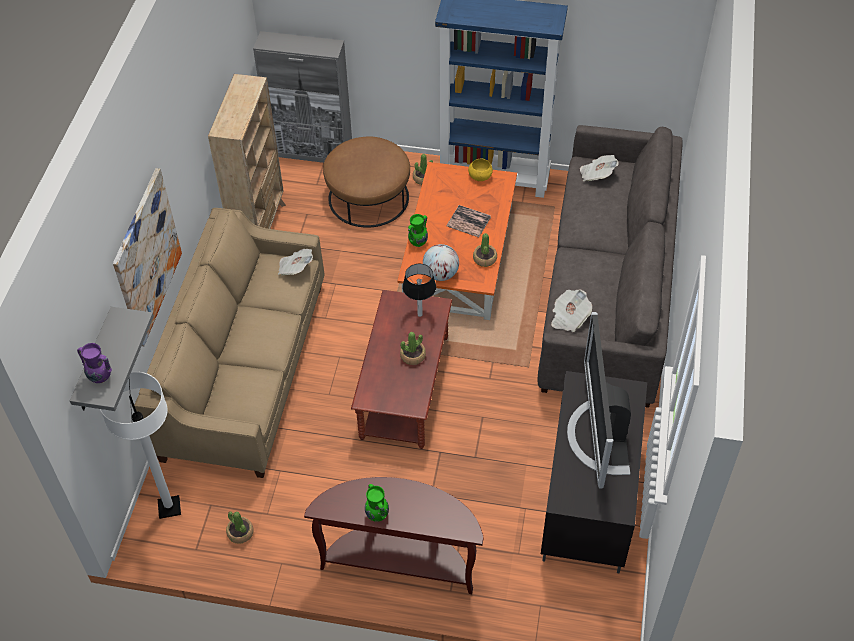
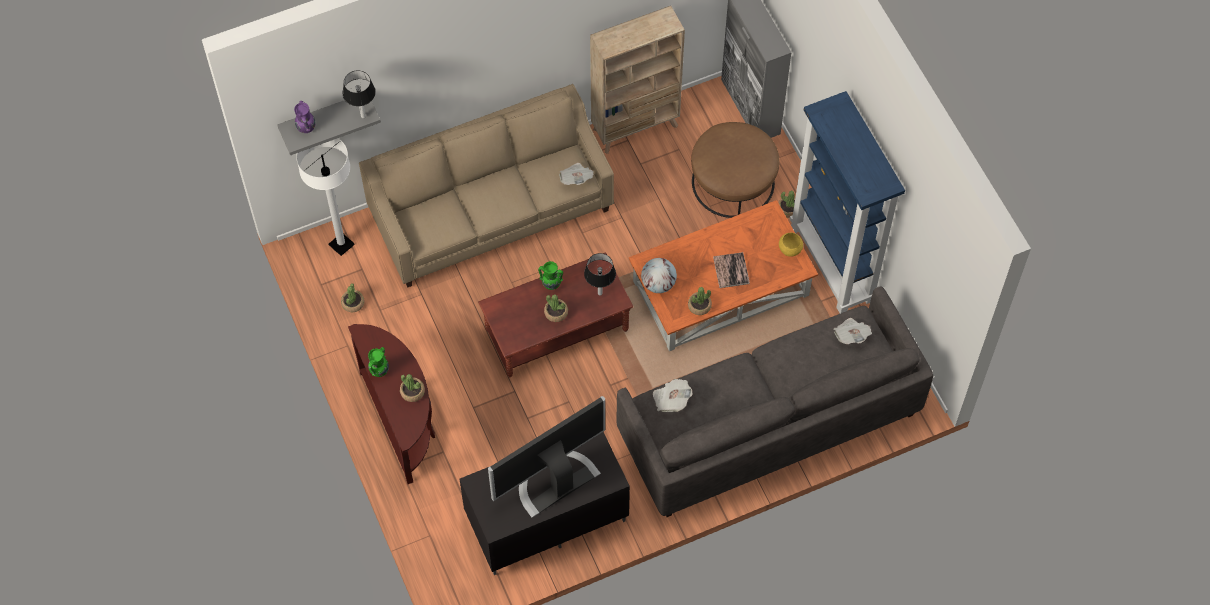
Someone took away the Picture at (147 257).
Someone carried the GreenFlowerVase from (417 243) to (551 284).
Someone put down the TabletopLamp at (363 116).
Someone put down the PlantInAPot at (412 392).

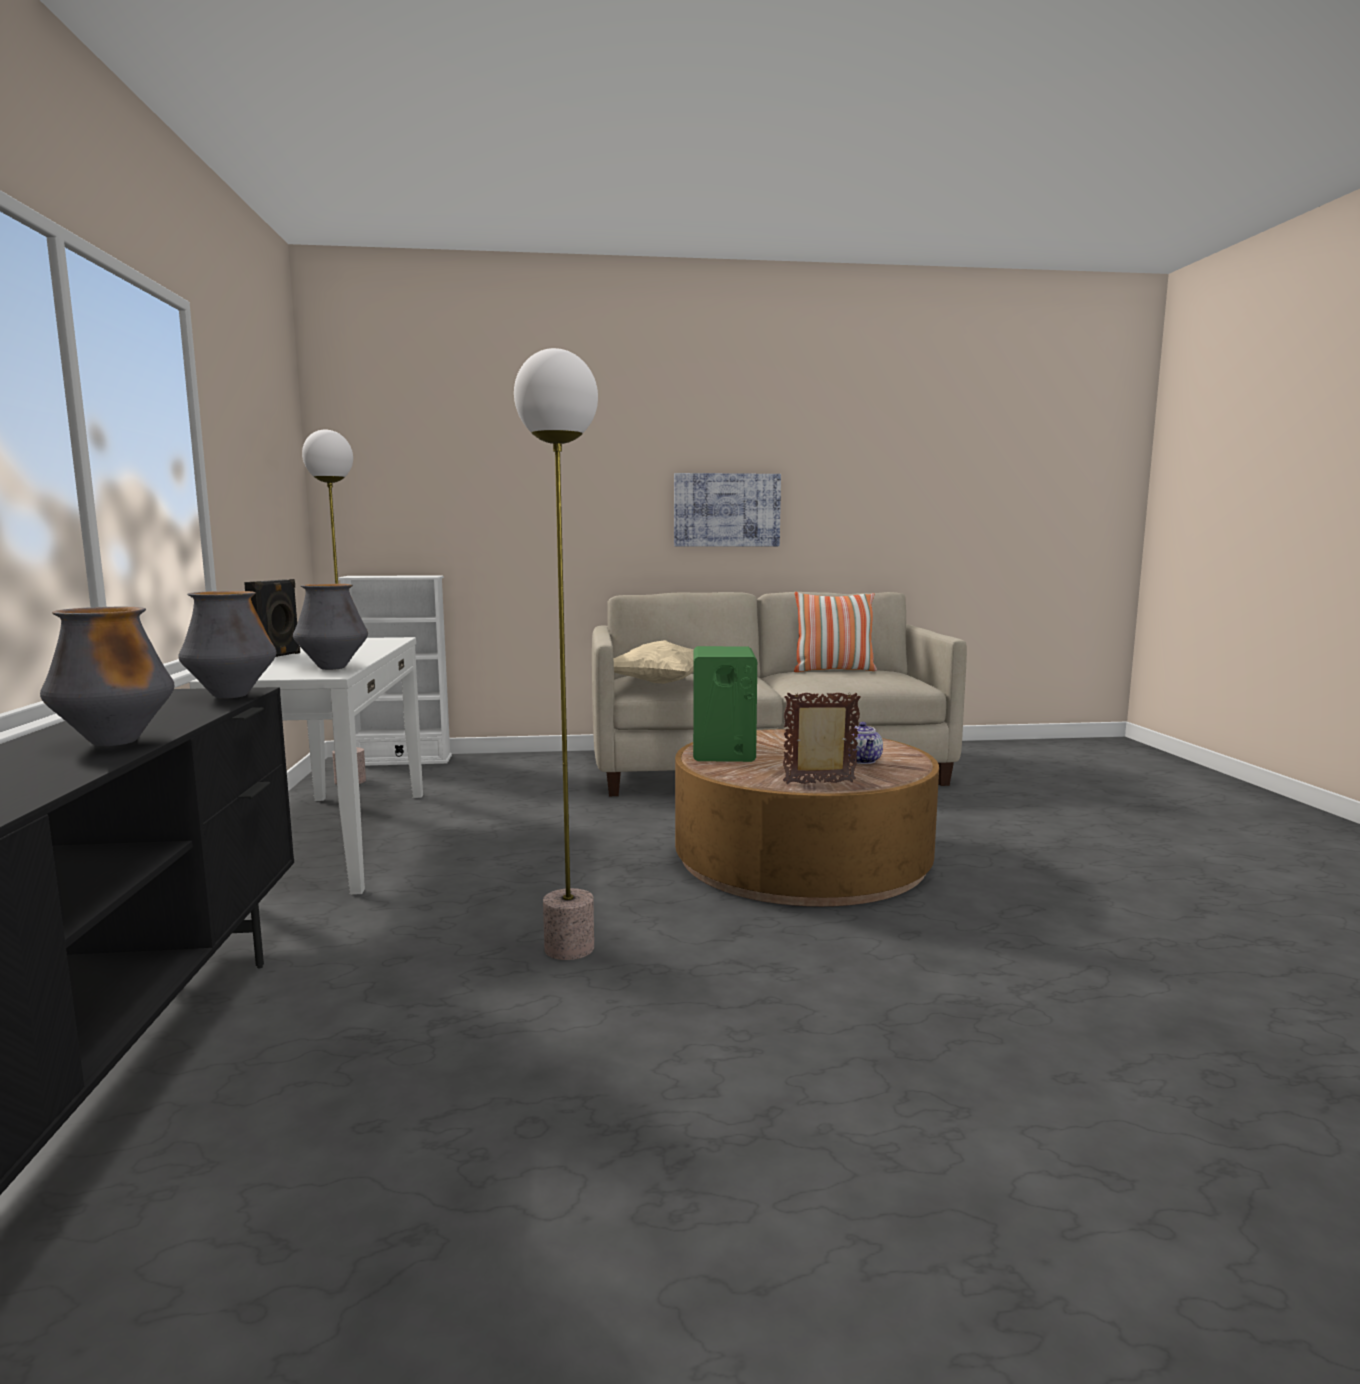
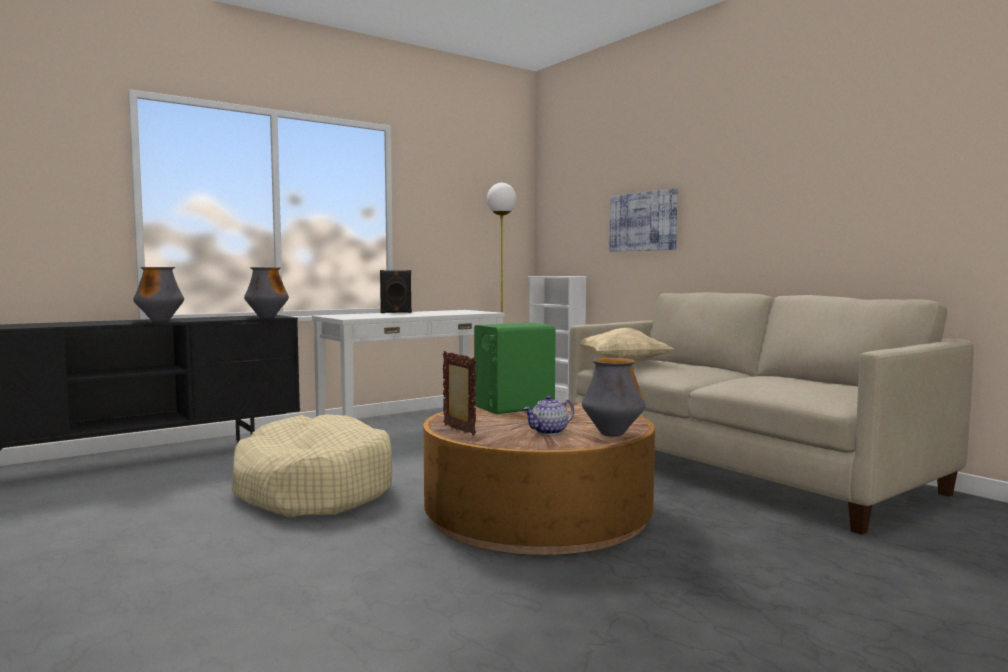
Someone swapped the FloorLamp at (569 948) for the BeigeColouredPetBed at (313 489).
Someone carried the Picture from (726 510) to (643 221).
Someone carried the FlowerVase from (333 668) to (612 434).
Someone took away the ThrowPillow at (833 670).

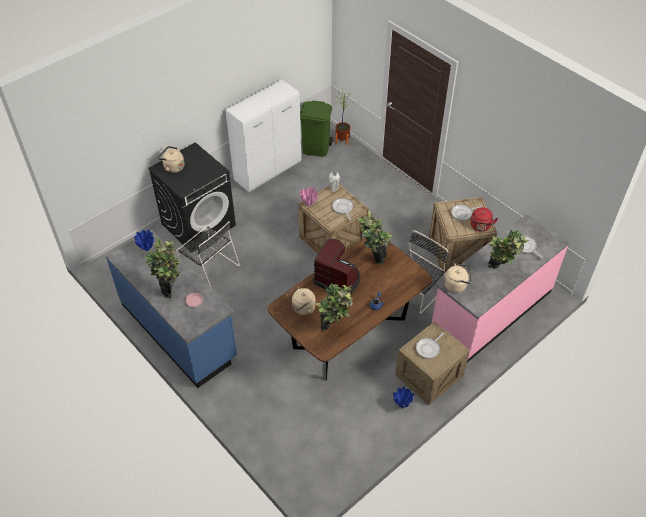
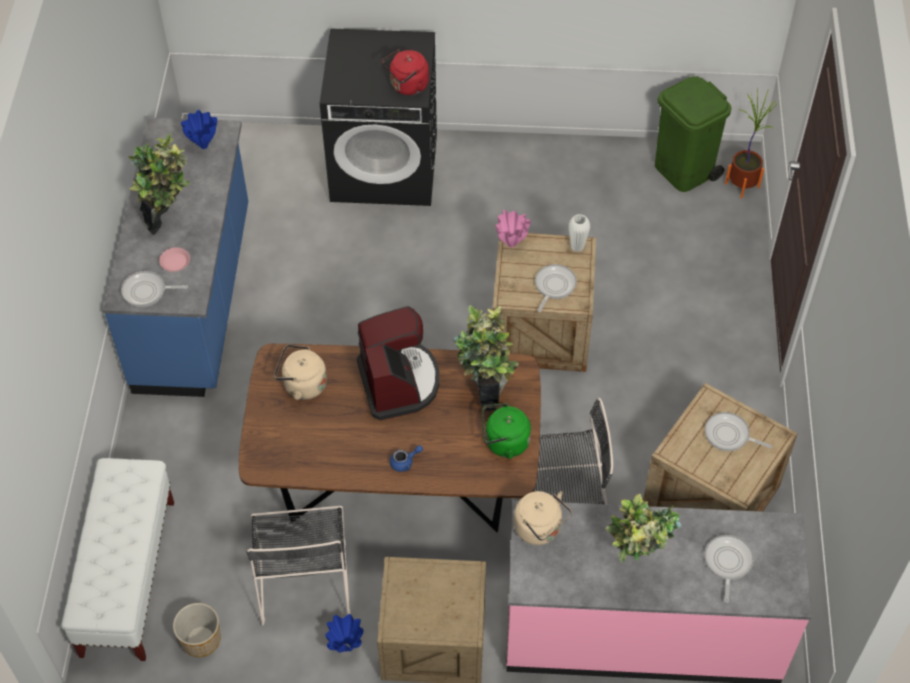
Someone took away the WhiteColouredCabinet at (268 171).
Someone took away the BeigeColouredKettle at (173 167).
Someone carried the ReddishKettle from (480 227) to (407 86).
Someone carried the BlackishPlainChair from (209 267) to (303 577).
Someone took away the PlantInAPot at (334 327).
Someone carried the Pan from (429 348) to (147 292).
Someone put down the GreenKettle at (504 443).
Someone put down the WhiteColouredIndoorBench at (128 577).
Someone put down the FlowerPot at (200 640).

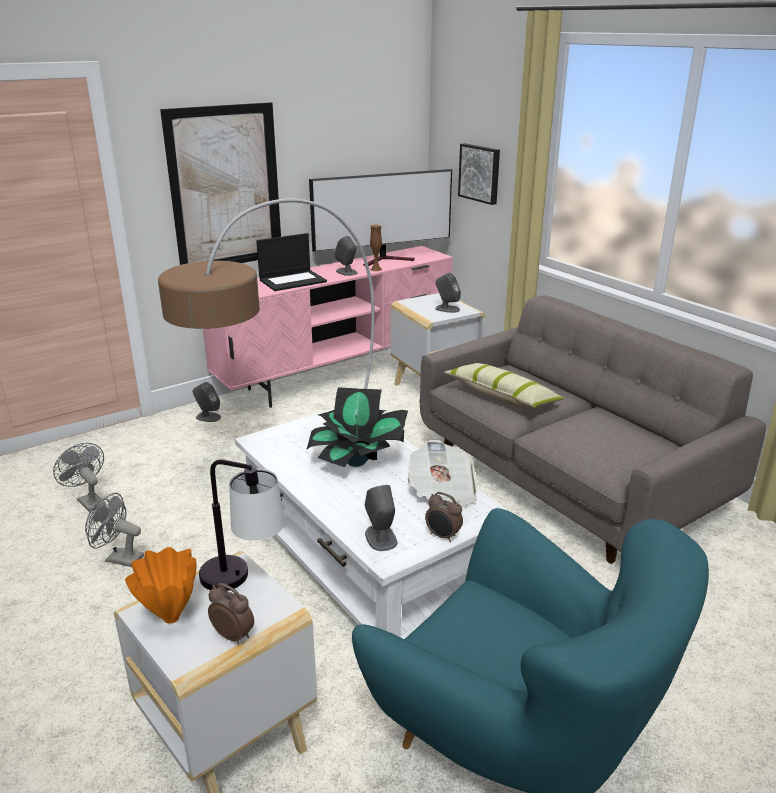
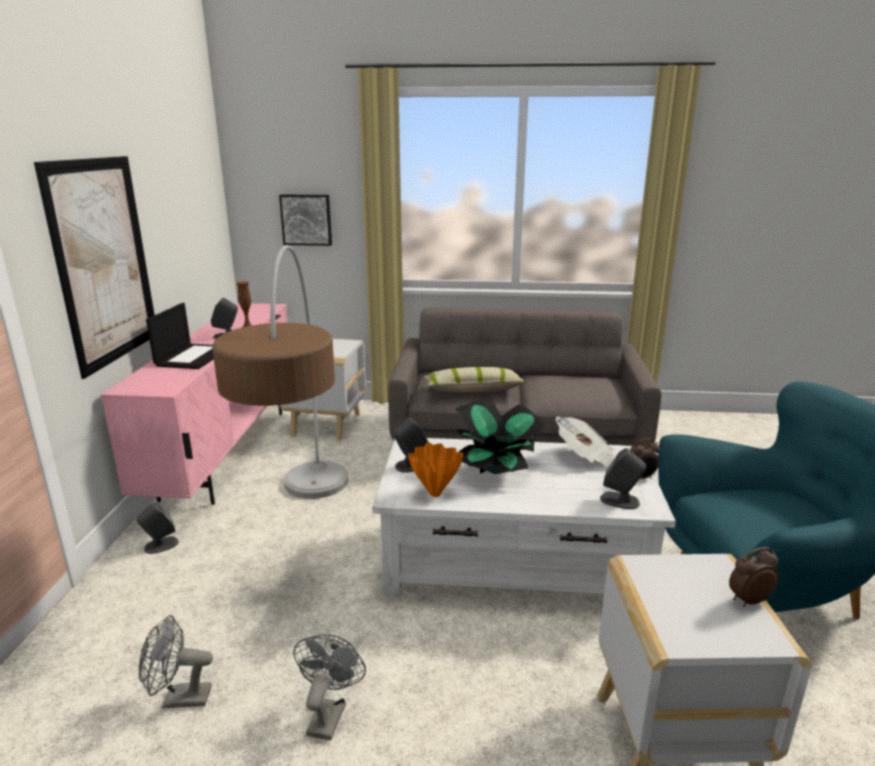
Someone took away the Tv at (387 260).
Someone carried the GreyLoudspeaker from (447 309) to (411 465).
Someone took away the TabletopLamp at (244 582).
Someone rotated the GreyElectricFan at (119 558) by 135 degrees clockwise.
Someone carried the OrangeyFlowerVase from (171 617) to (434 494).

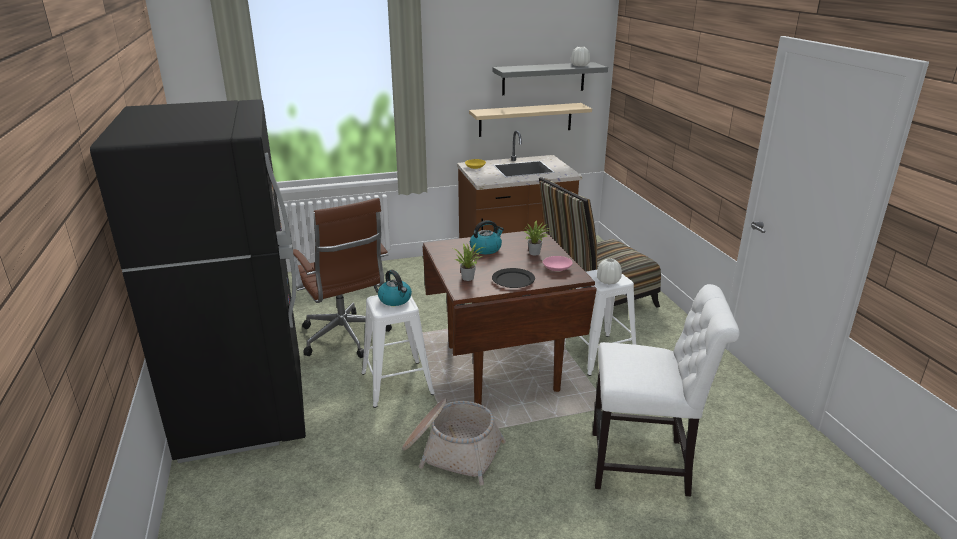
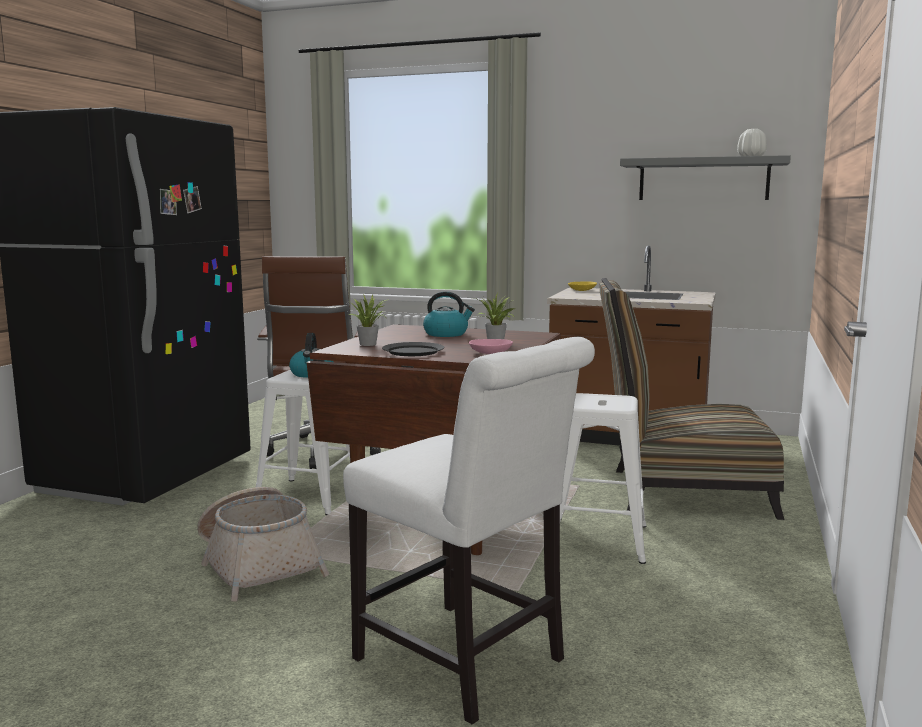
Someone took away the BeigeColouredBracketShelf at (525 119).
Someone took away the WhiteColouredFlowerVase at (608 281).

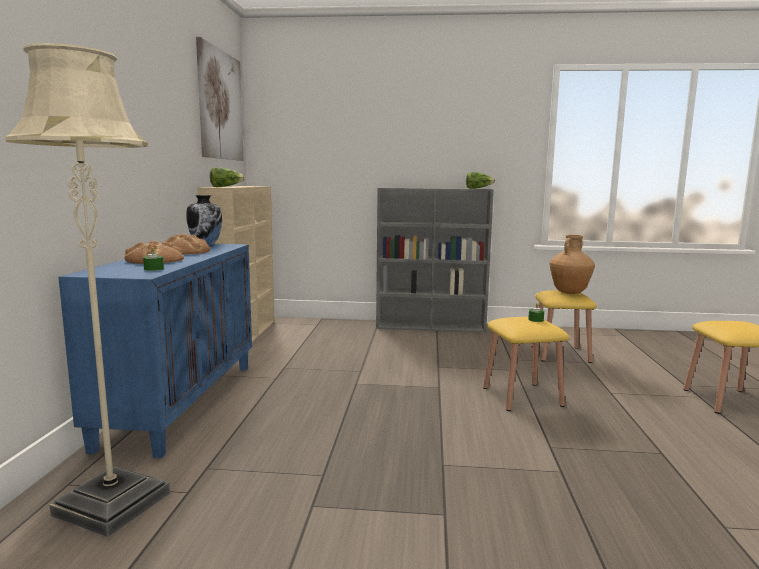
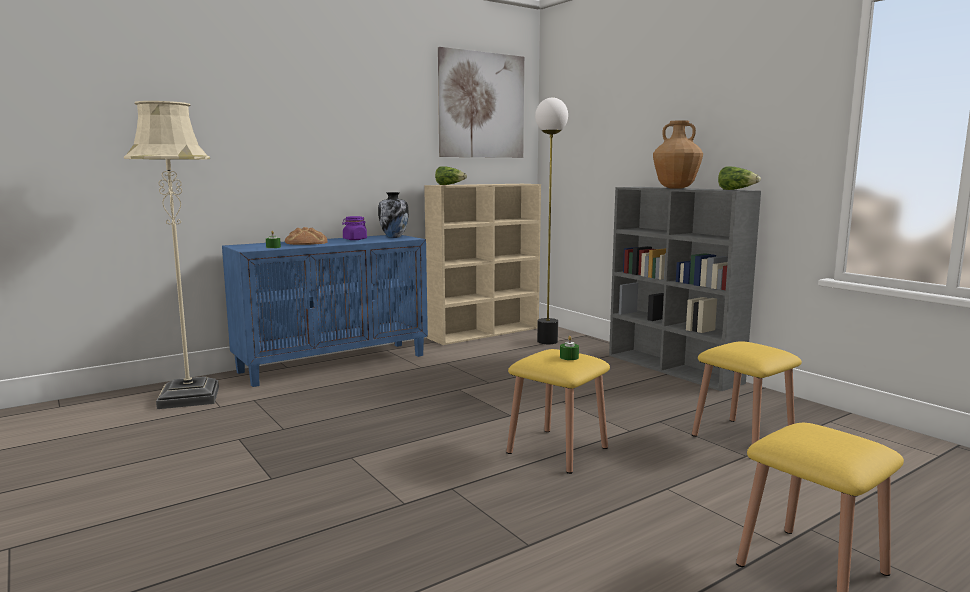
Someone swapped the Bread at (185 251) for the PurplishStorageJar at (354 239).
Someone carried the BrownFlowerVase from (569 293) to (675 188).
Someone put down the FloorLamp at (547 341).

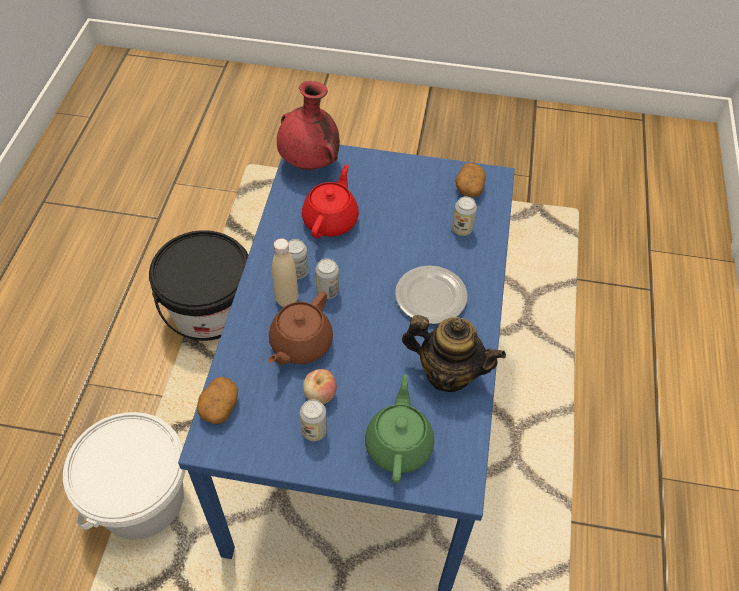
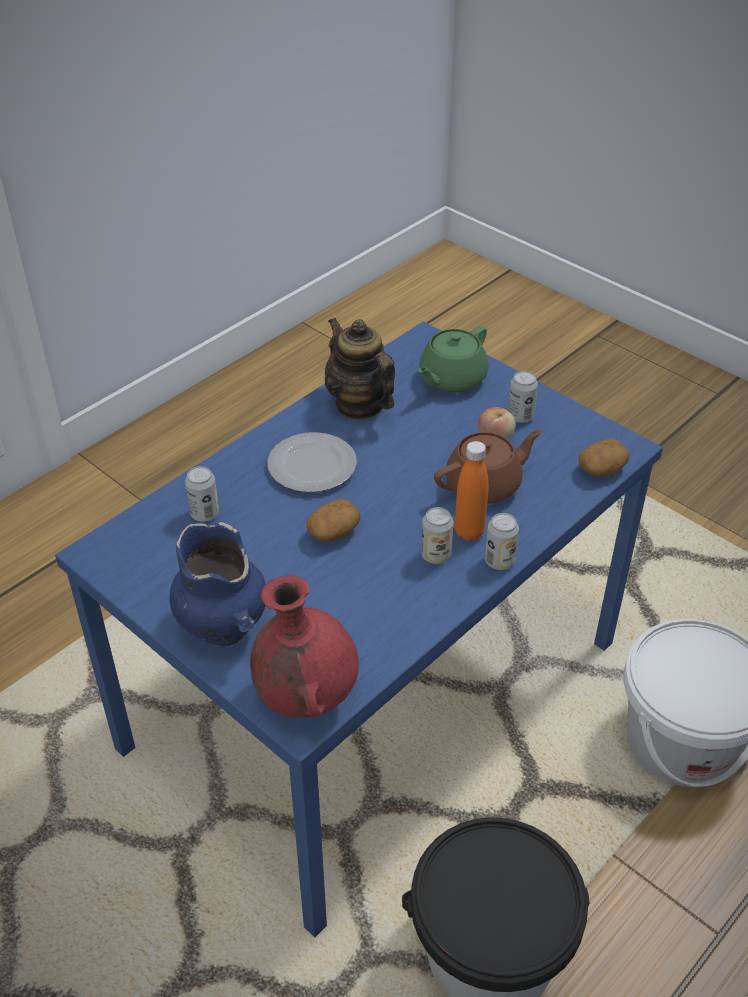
Someone carried the Spud from (469 187) to (333 532).
Someone took away the ReddishPotForTea at (331 220).
Someone repainted the BeigeColouredBeverageBottle at (287 299), which became the OrangeyBeverageBottle at (469 532).
Someone carried the Can from (327 291) to (499 561).
Someone put down the BlueColouredFlowerVase at (224 629).

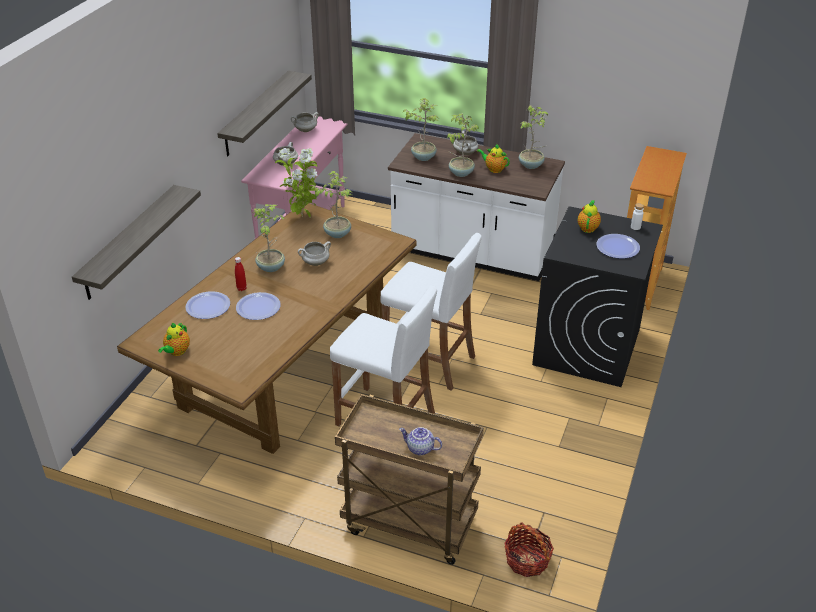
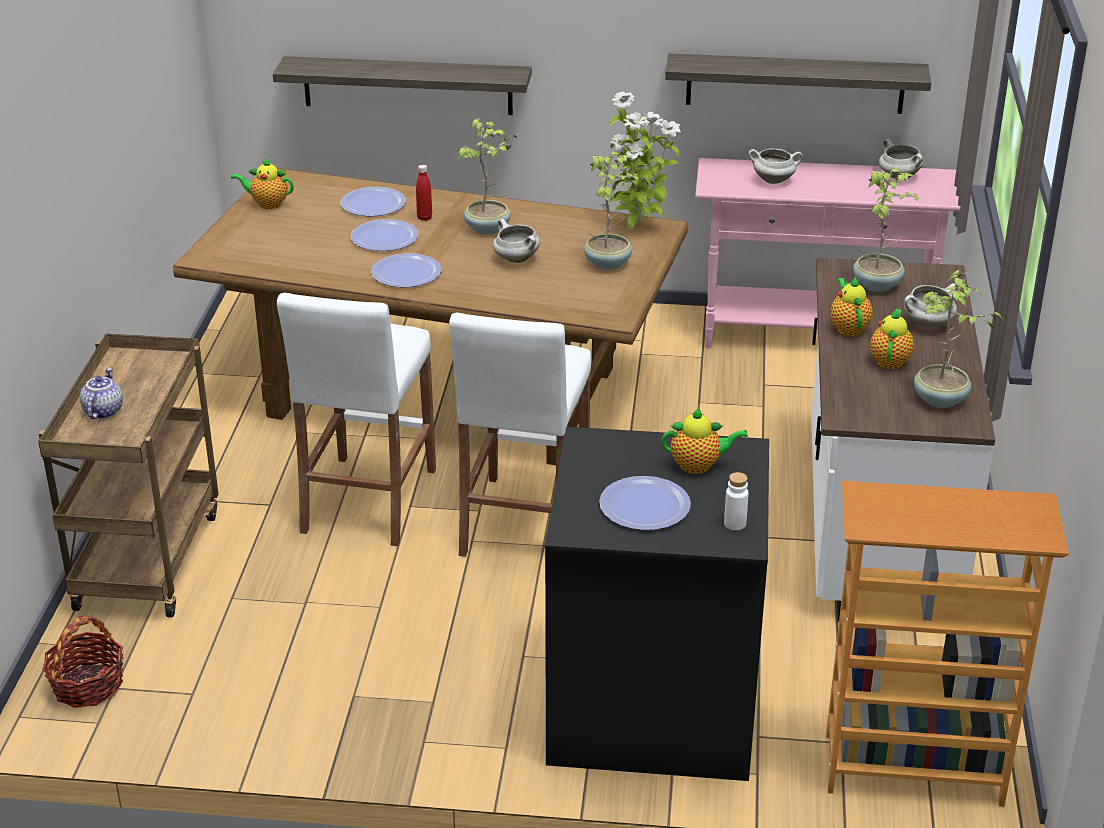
Someone swapped the PlantInAPot at (460 173) for the PotForTea at (848 327).
Someone put down the DinnerPlate at (406 273).

